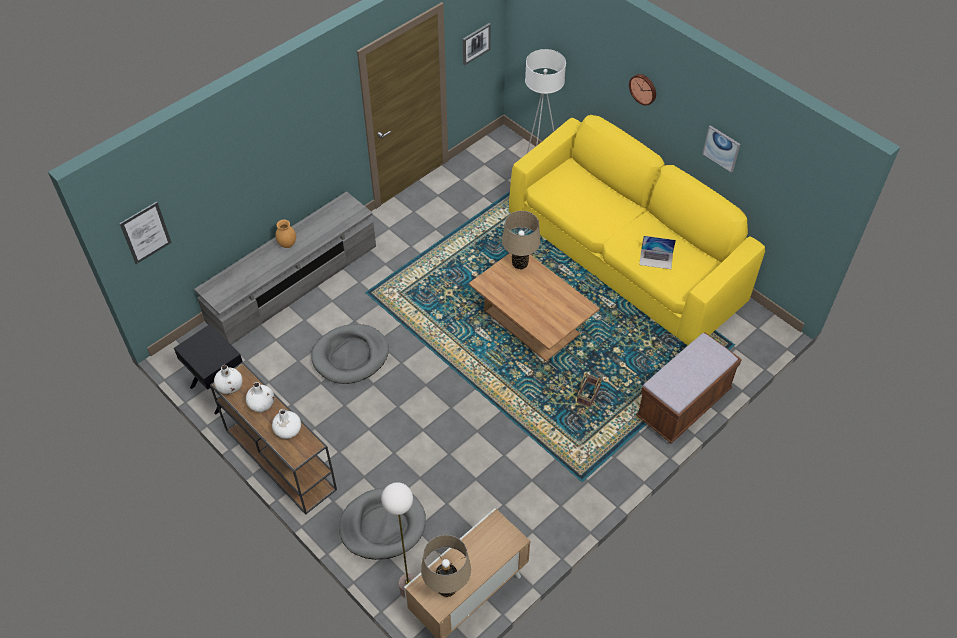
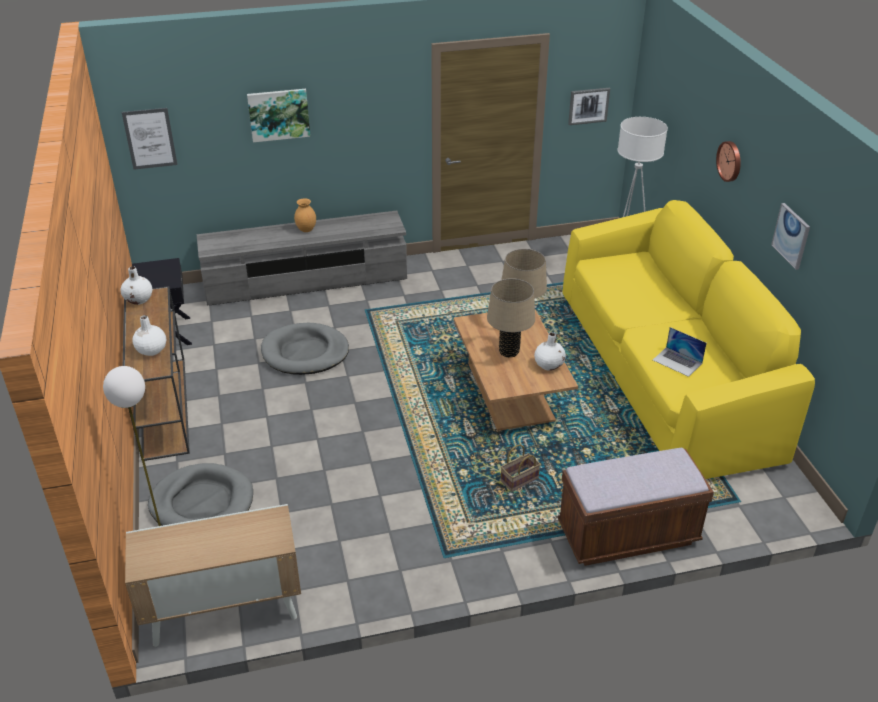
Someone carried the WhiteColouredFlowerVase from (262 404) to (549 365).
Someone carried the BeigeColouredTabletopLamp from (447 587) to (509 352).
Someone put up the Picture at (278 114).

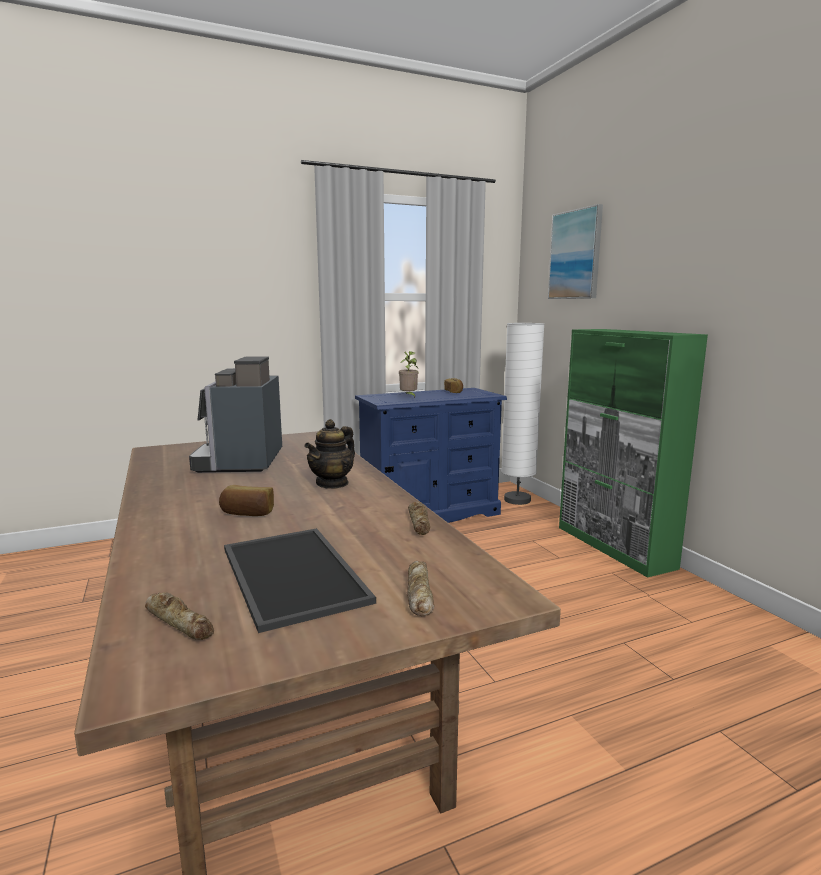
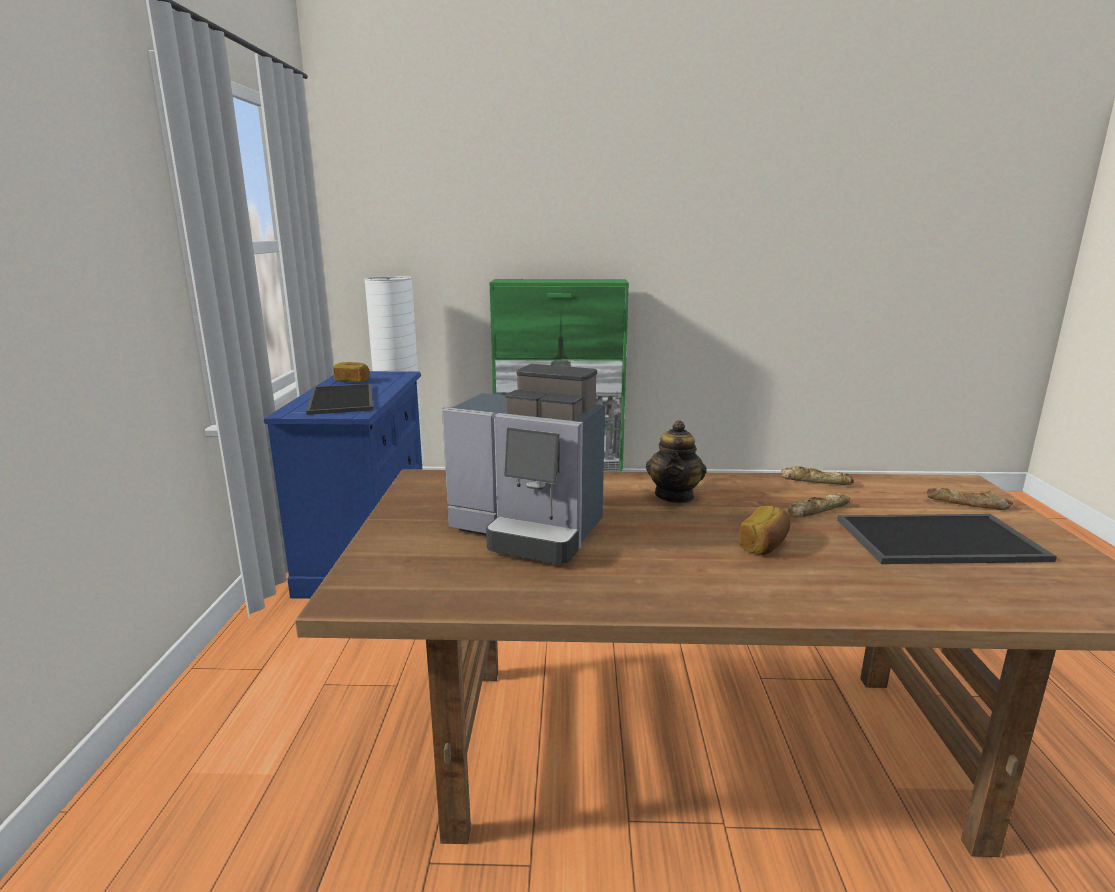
Someone took away the Picture at (575 255).
Someone swapped the PlantInAPot at (409 397) for the CarryingTray at (343 399).
Someone rotated the PotForTea at (332 483) by 45 degrees clockwise.
Someone carried the Bread from (180 622) to (817 510).

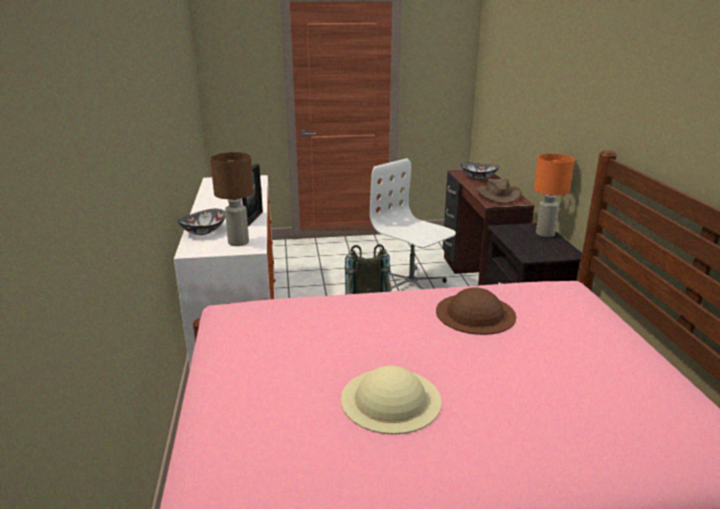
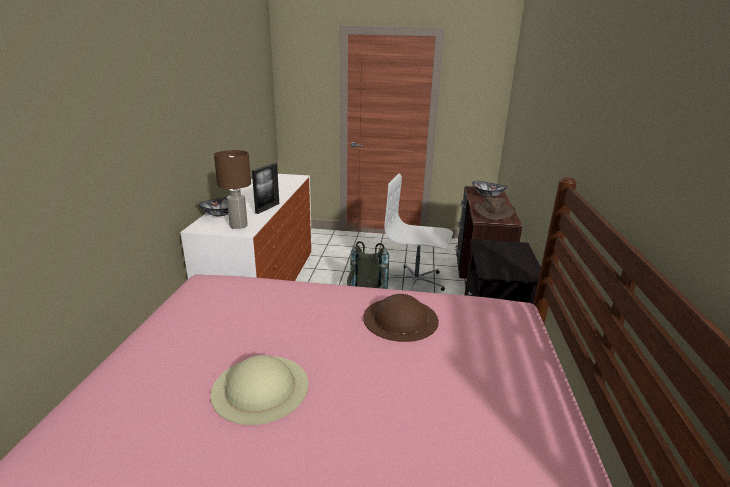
Someone took away the OrangeyTabletopLamp at (545 234).
Someone rotated the WhiteColouredComputerChair at (411 284) by 45 degrees counterclockwise.

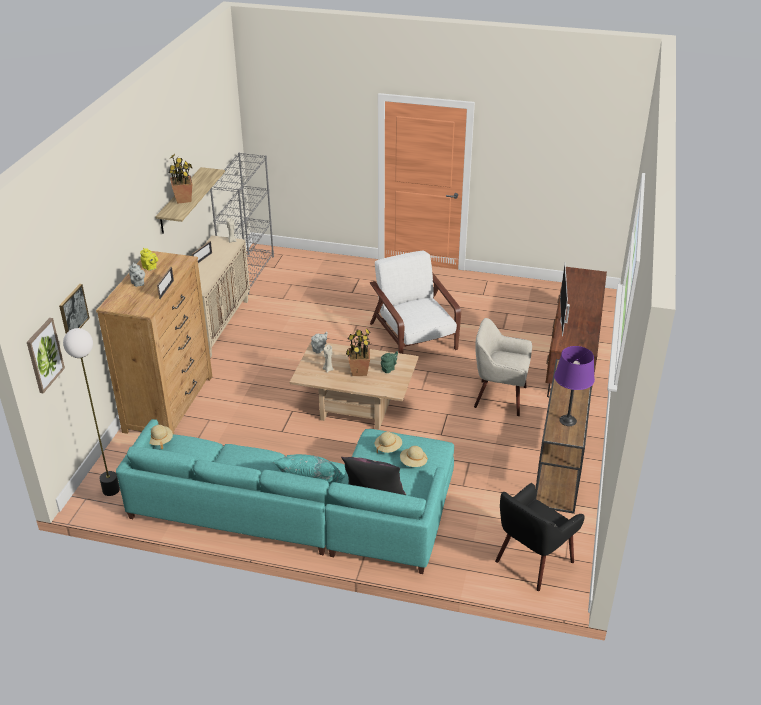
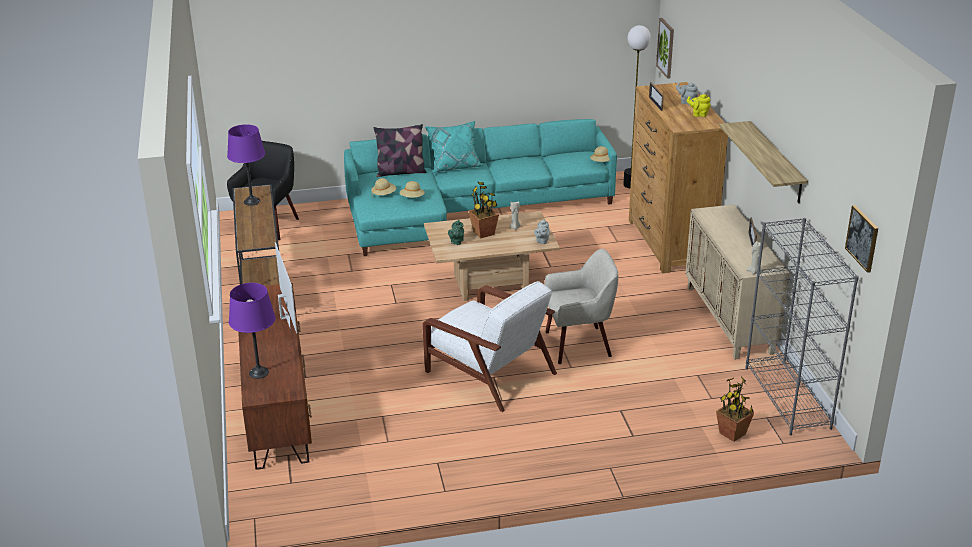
Someone carried the PlantInAPot from (183 199) to (732 433).
Someone carried the Picture from (73 311) to (862 238).
Someone carried the BeigeColouredArmchair from (499 397) to (579 344).
Someone put down the PurplishTabletopLamp at (259 372).

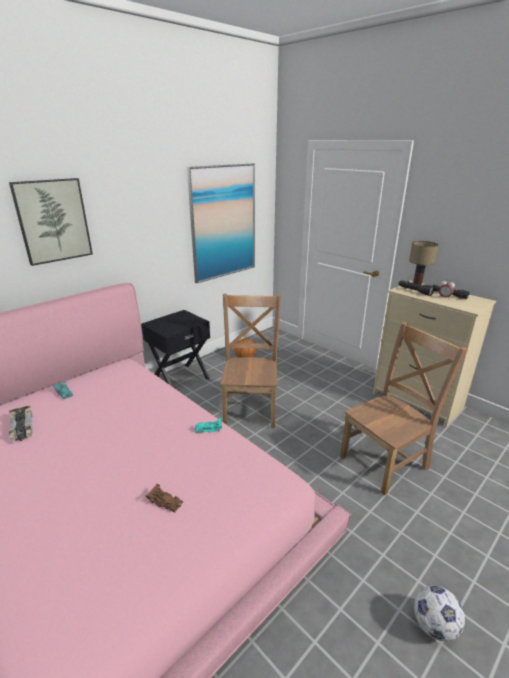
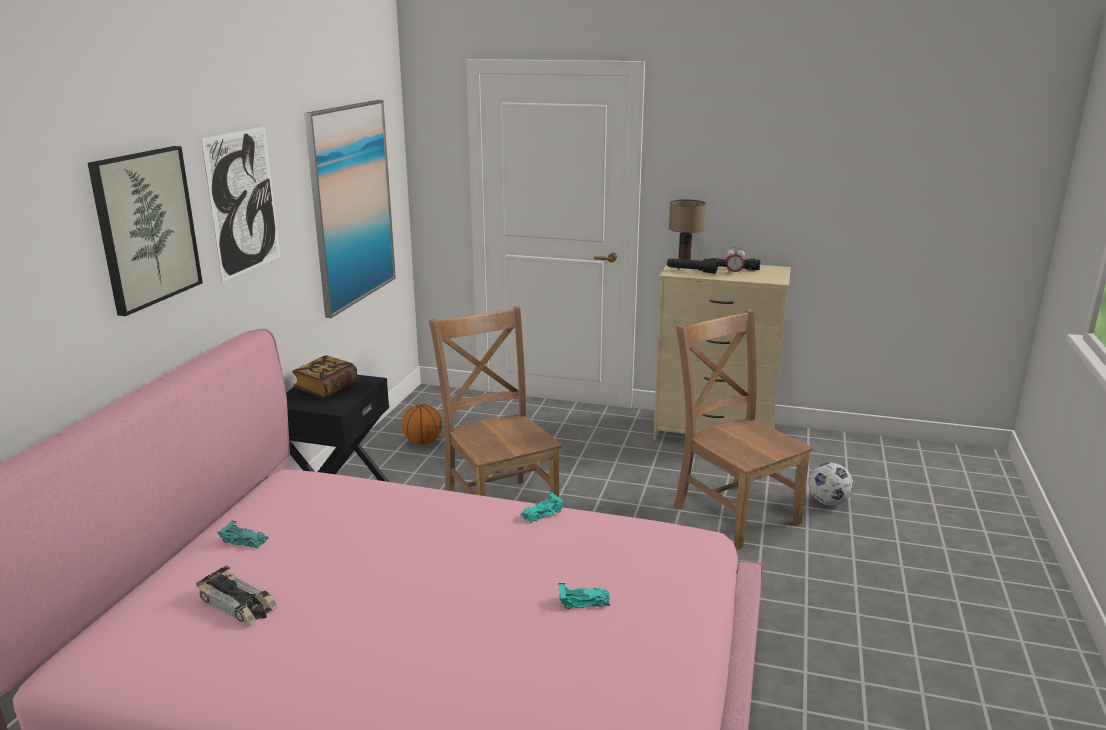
Someone rotated the BrownPlainChair at (386 461) by 60 degrees counterclockwise.
Someone repainted the BrownMiniatureCar at (165 502), which became the TurquoiseColouredMiniatureCar at (584 601).
Someone carried the Football from (434 626) to (828 502).
Someone put up the Picture at (243 202).
Someone put down the BoundBook at (326 388).

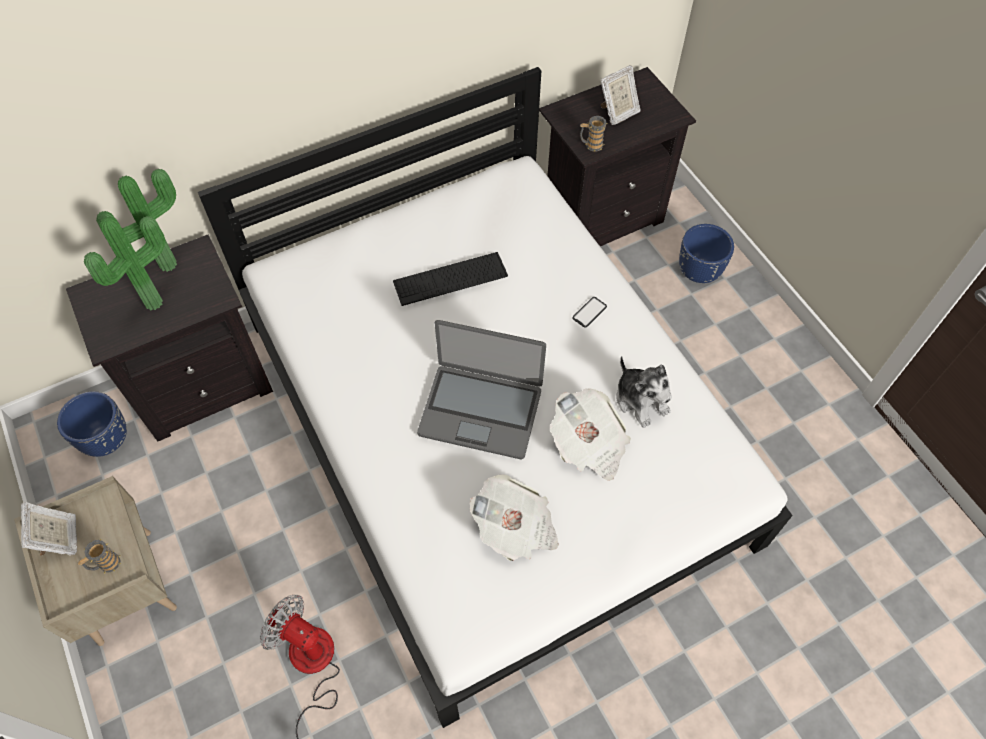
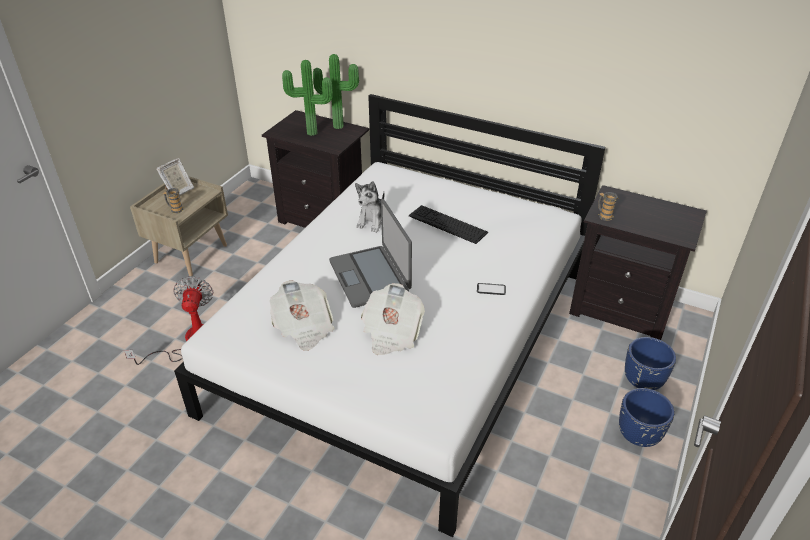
Someone took away the PictureFrame at (618 113).
Someone carried the CuddlyToy from (641 400) to (374 221).
Someone carried the BlueColouredFlowerPot from (107 440) to (638 436).

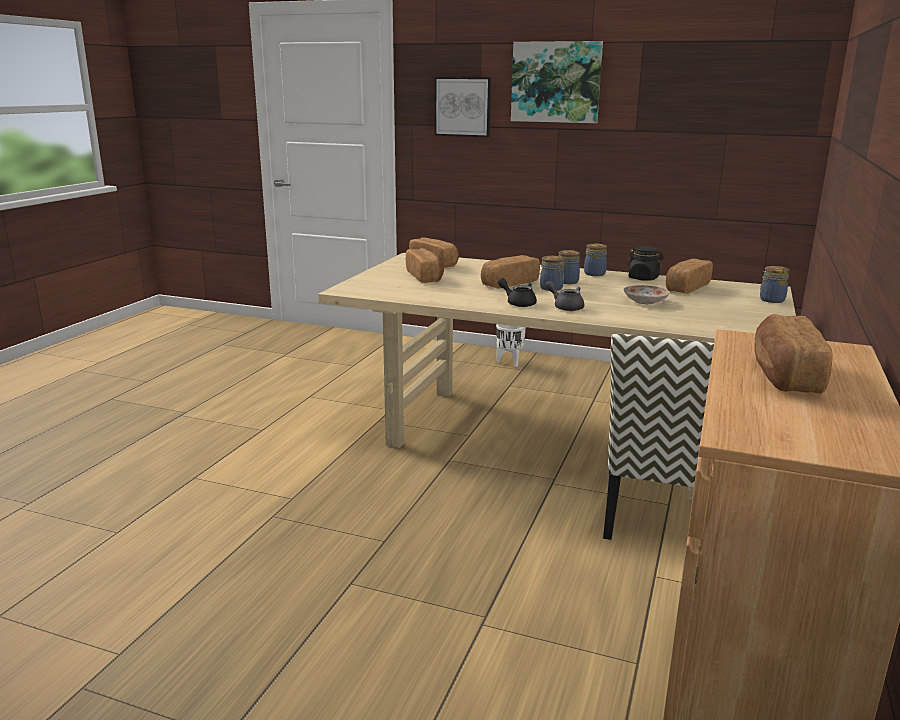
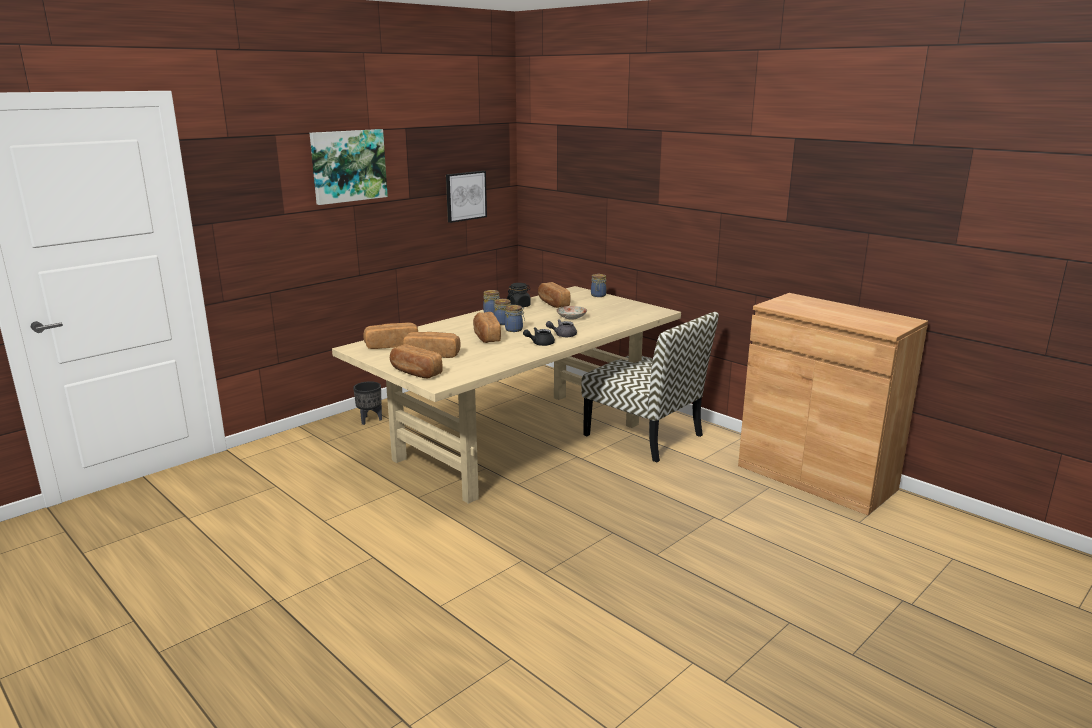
Someone carried the Picture from (463 107) to (465 196).
Someone carried the Bread from (784 375) to (415 372).
Someone repainted the WhiteColouredFlowerPot at (509 362), which became the BlackishFlowerPot at (369 420).

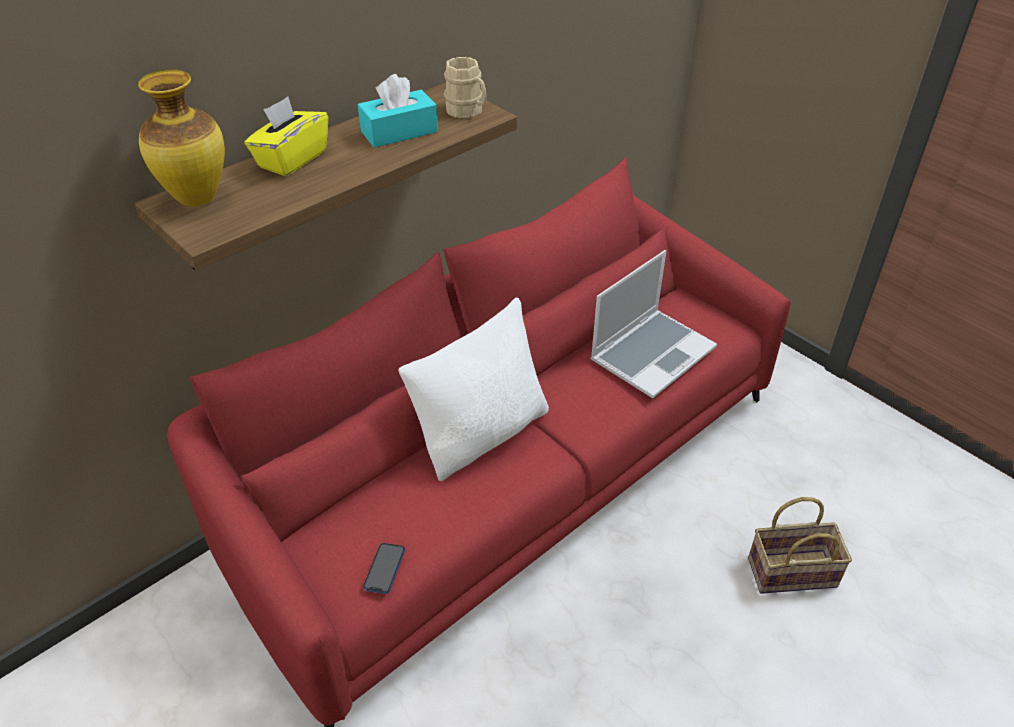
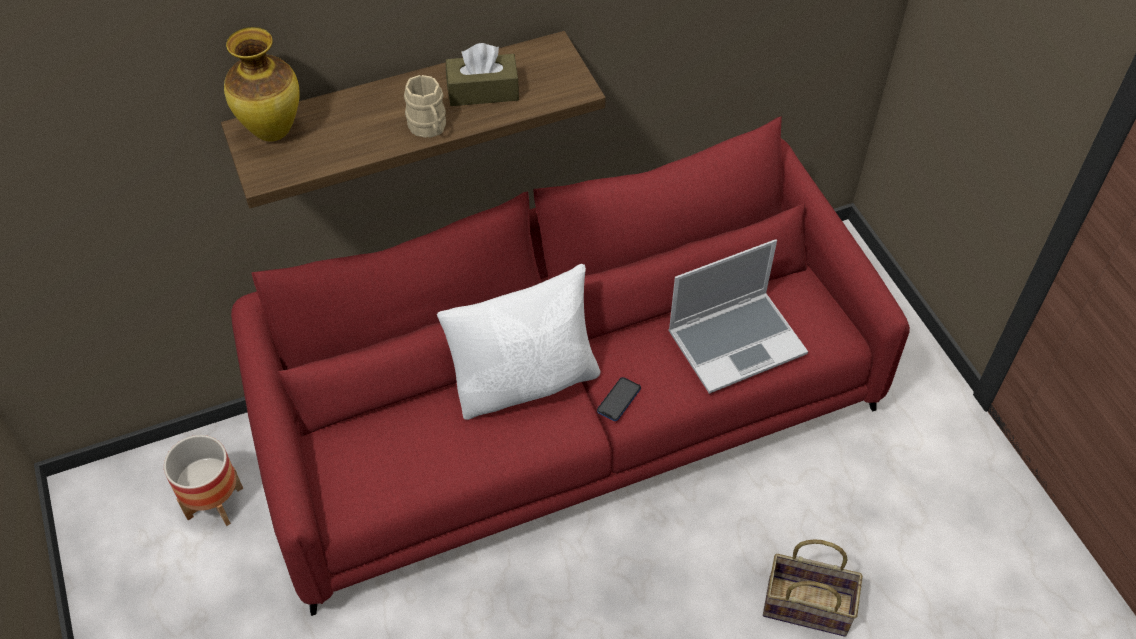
Someone carried the BeigeColouredMug from (467 111) to (429 128).
Someone repainted the TurquoiseColouredBoxOfTissues at (399 132), which became the BrownBoxOfTissues at (483 91).
Someone took away the YellowColouredBoxOfTissues at (291 159).
Someone carried the Phone from (384 569) to (618 400).
Someone put down the FlowerPot at (215 502).

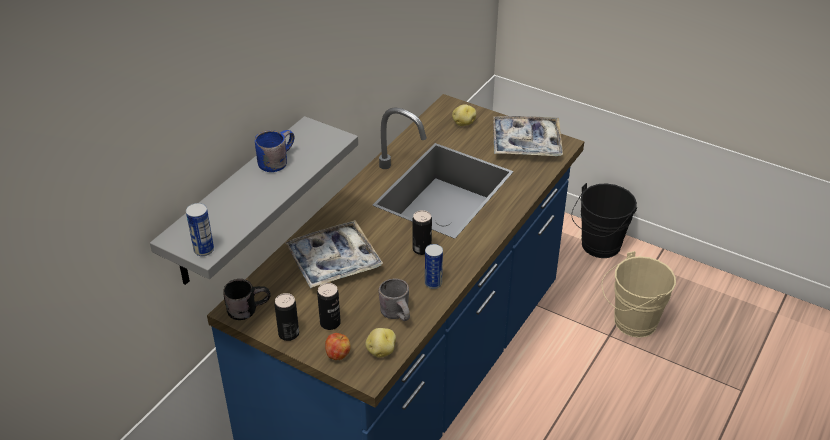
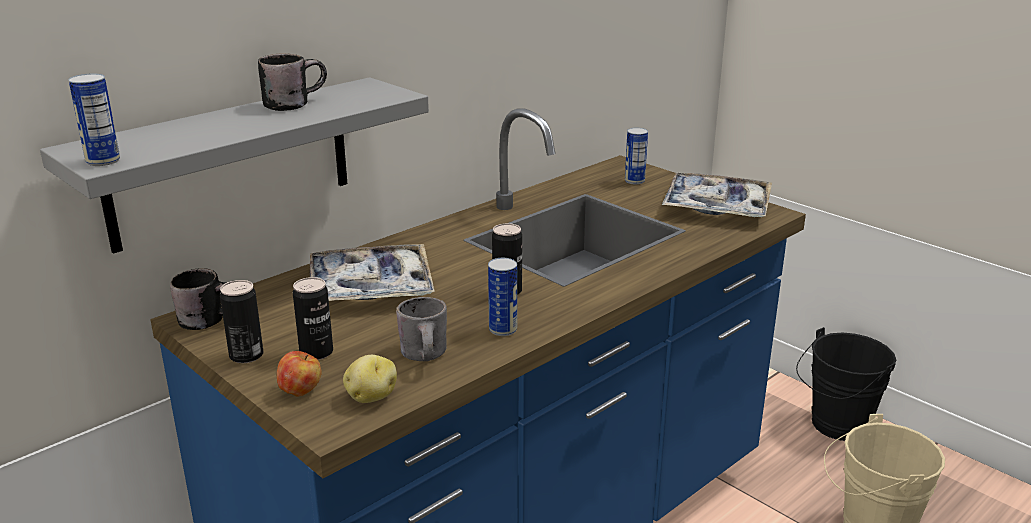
Someone swapped the Spud at (463 123) for the Can at (634 181).
Someone repainted the BlueColouredMug at (275 160), which became the BlackishMug at (293 103).

